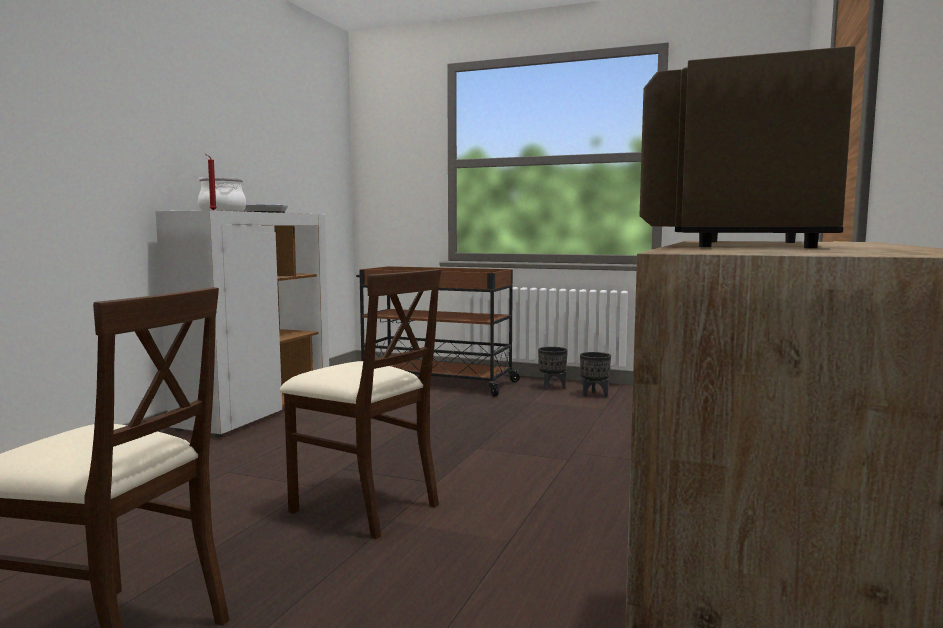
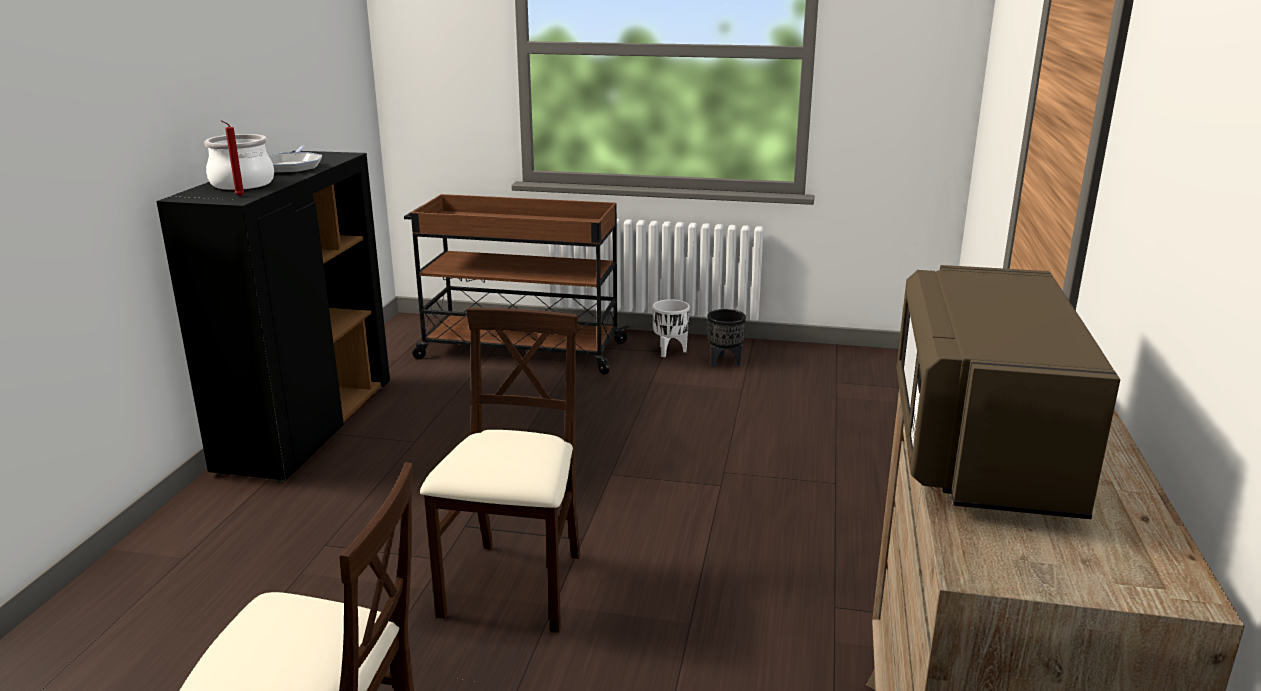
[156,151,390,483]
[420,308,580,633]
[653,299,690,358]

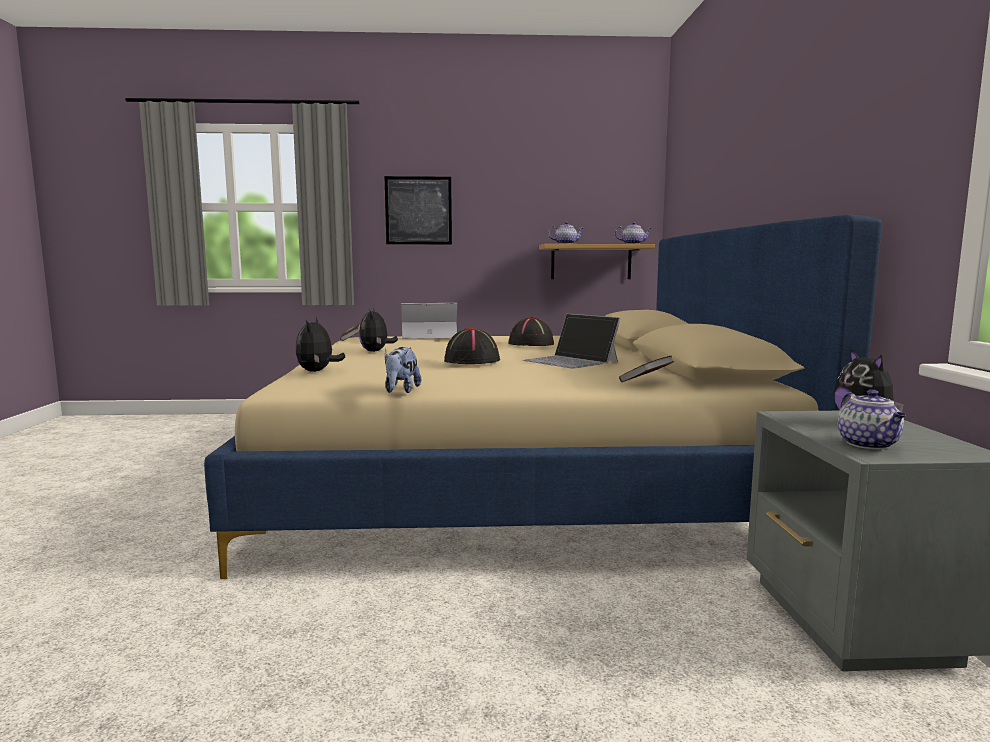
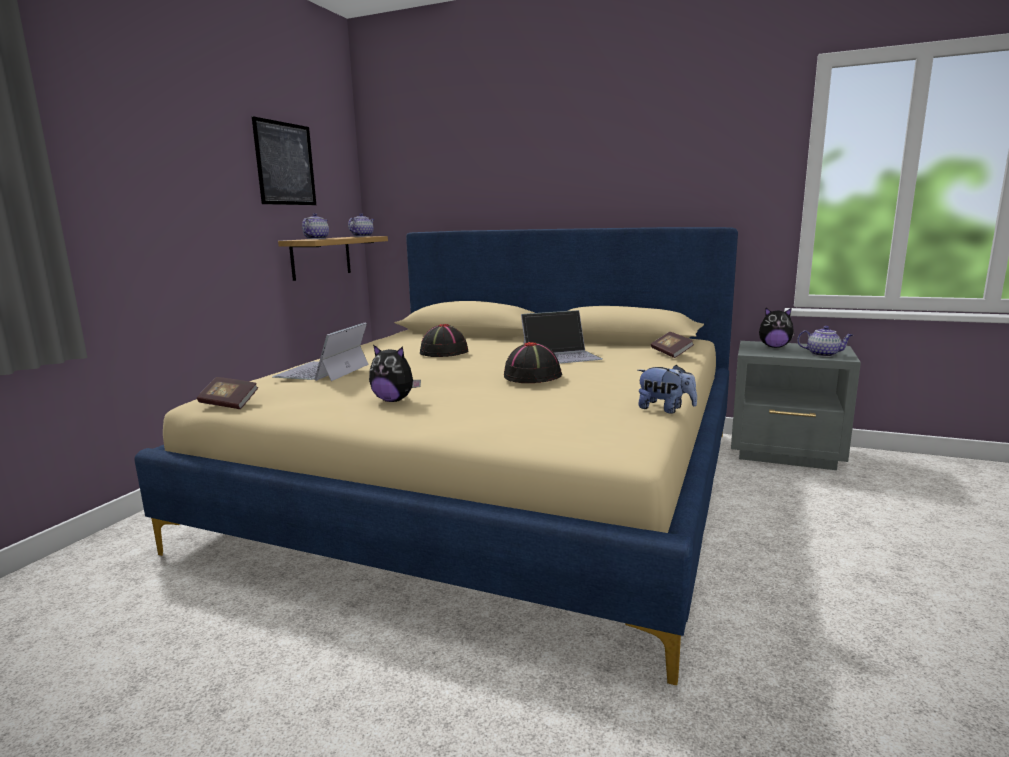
[252,116,316,205]
[295,318,345,372] (first image)

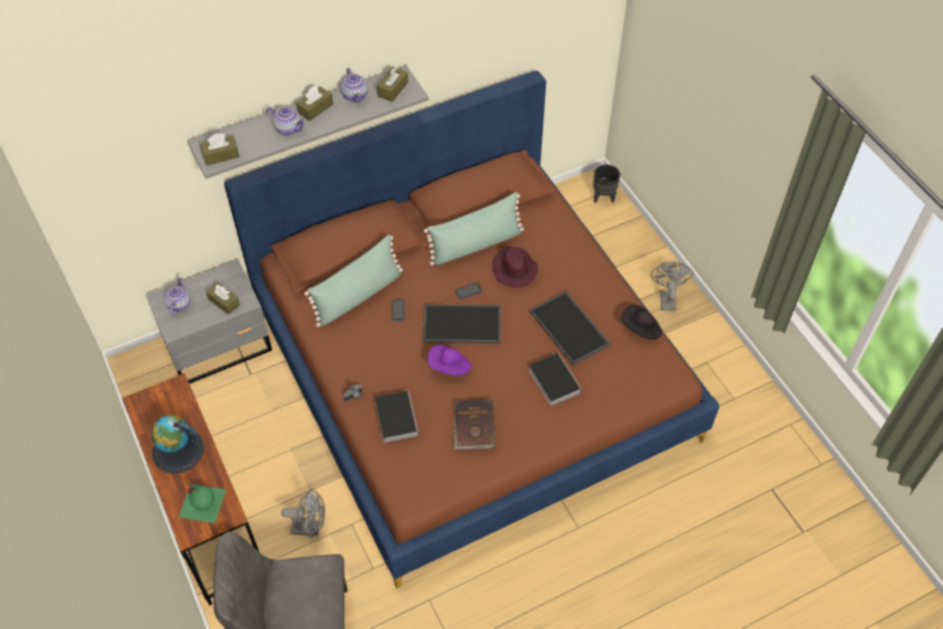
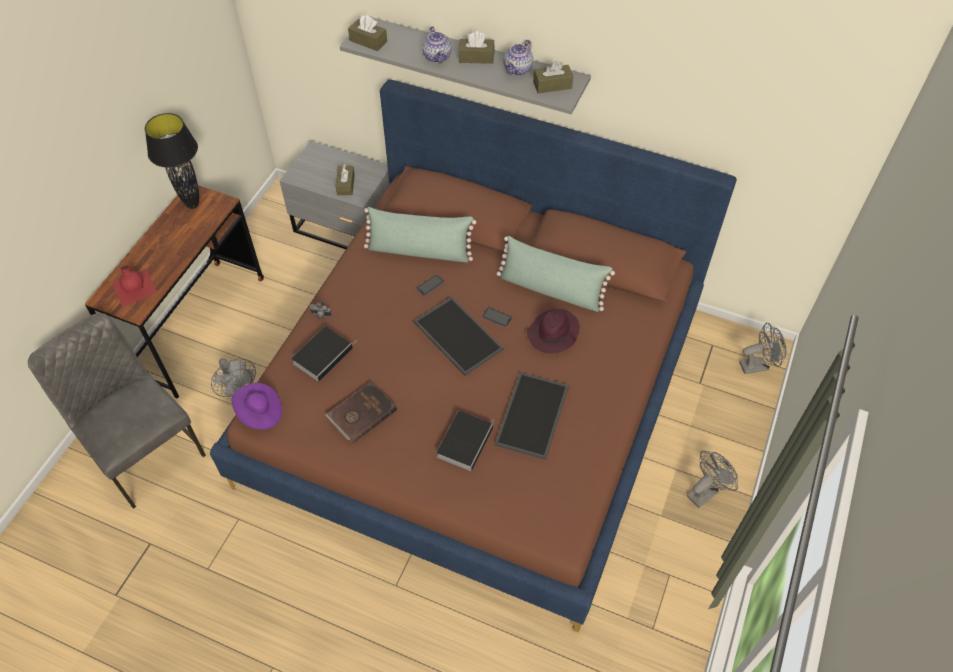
[112,265,157,307]
[145,113,199,209]
[231,383,282,429]
[739,323,786,374]
[151,415,204,474] (first image)
[164,277,191,316] (first image)
[621,305,662,340] (first image)

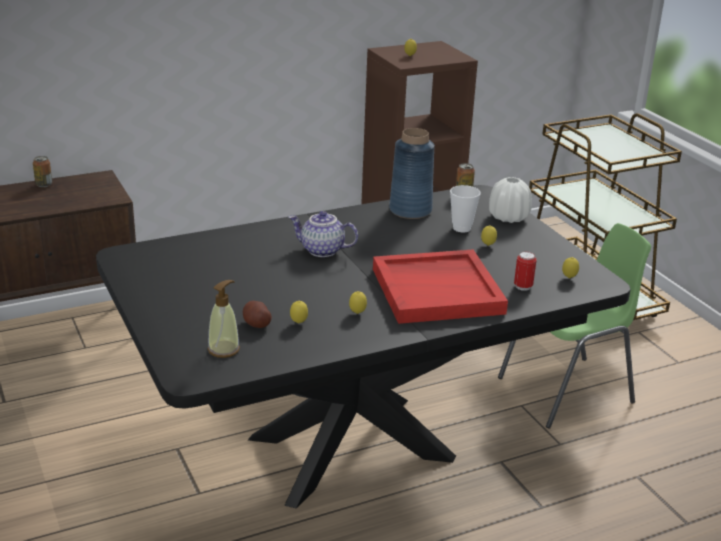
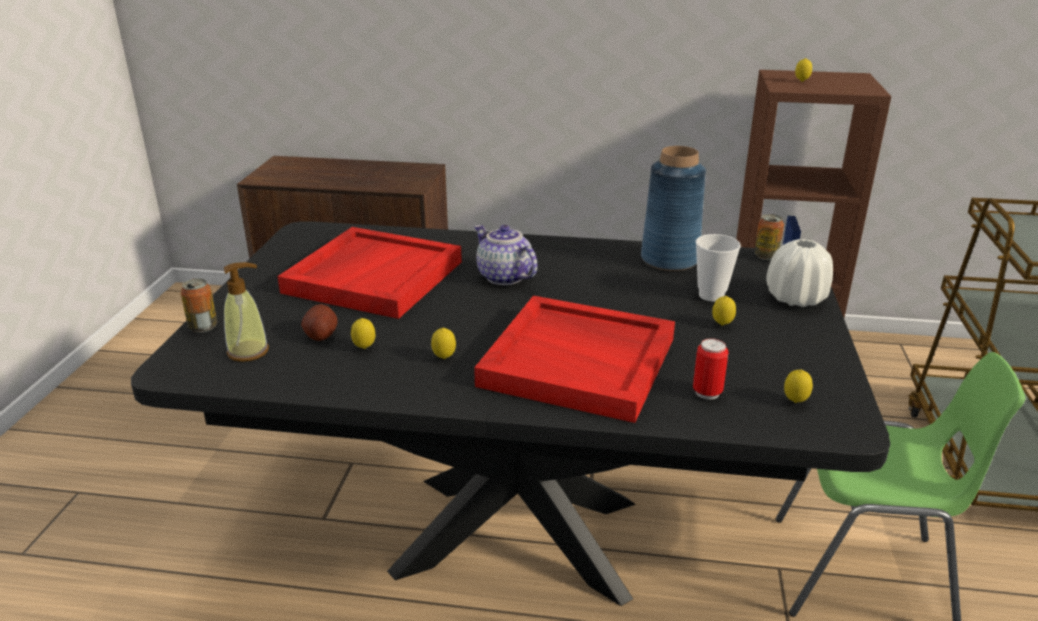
[180,278,217,333]
[277,227,462,319]

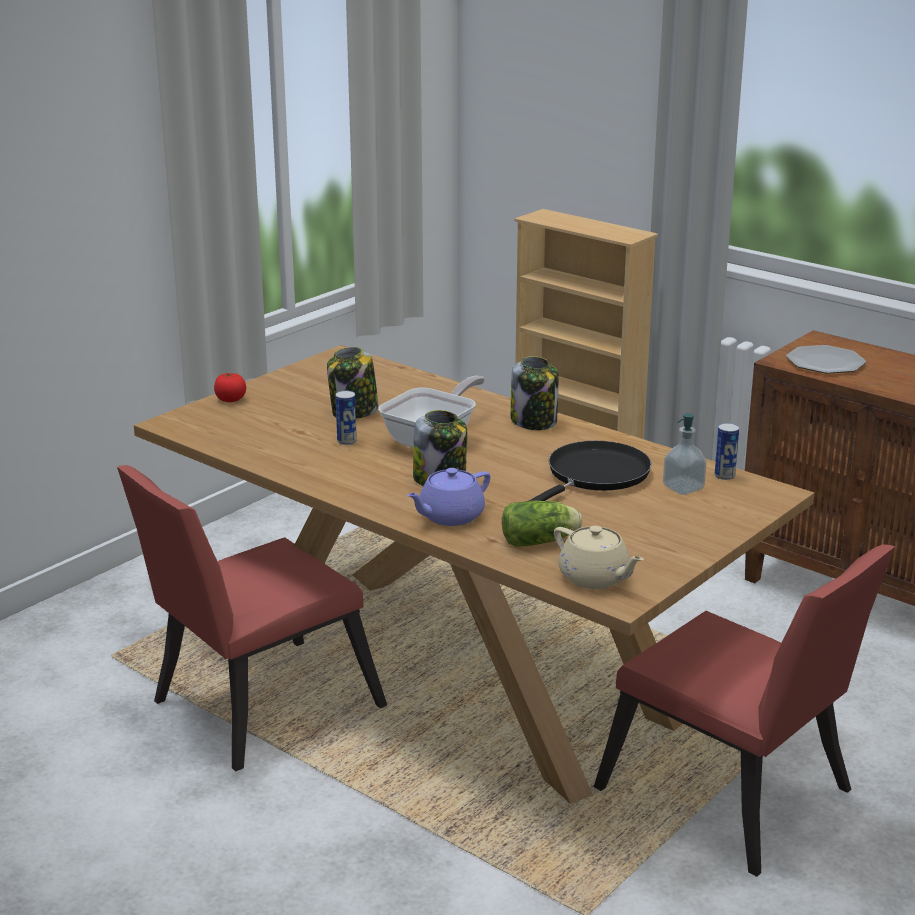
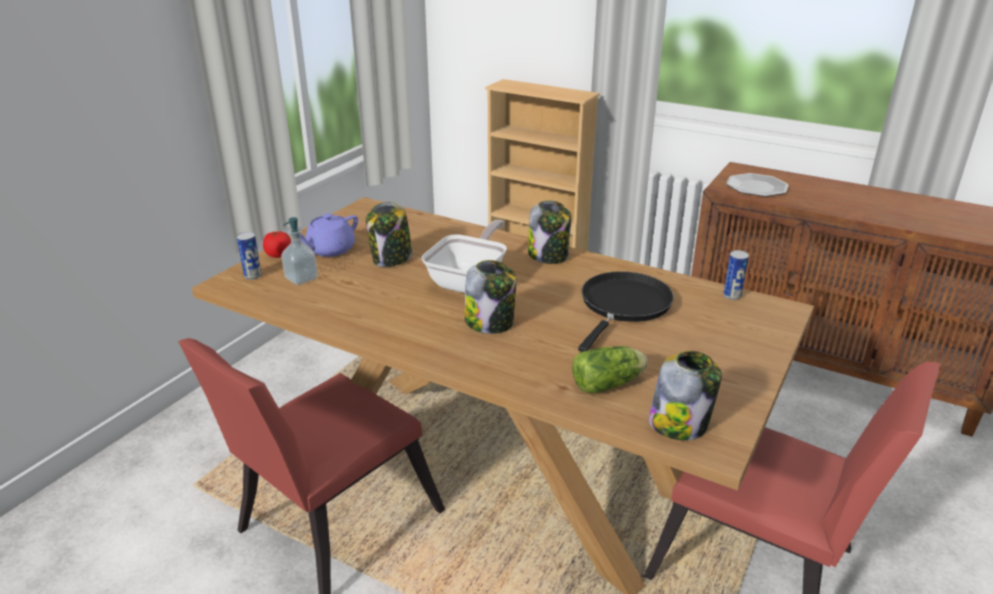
[237,232,262,280]
[281,217,318,285]
[300,214,358,257]
[649,351,722,440]

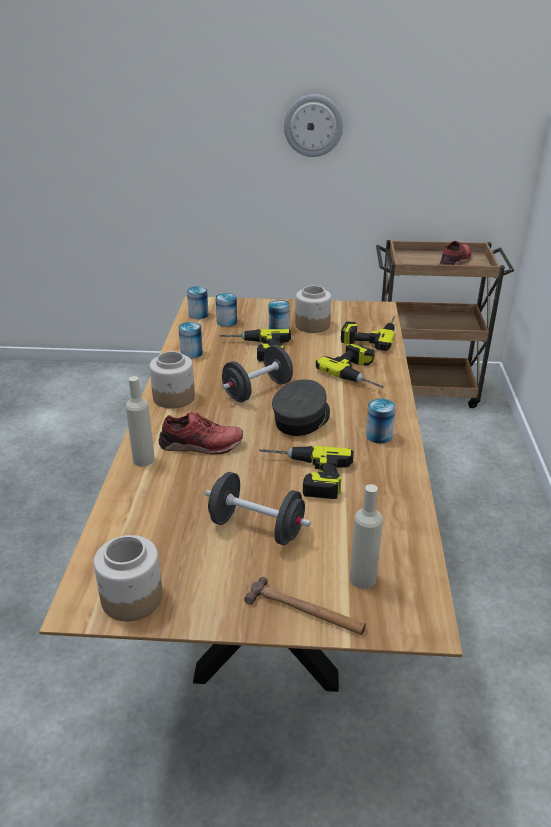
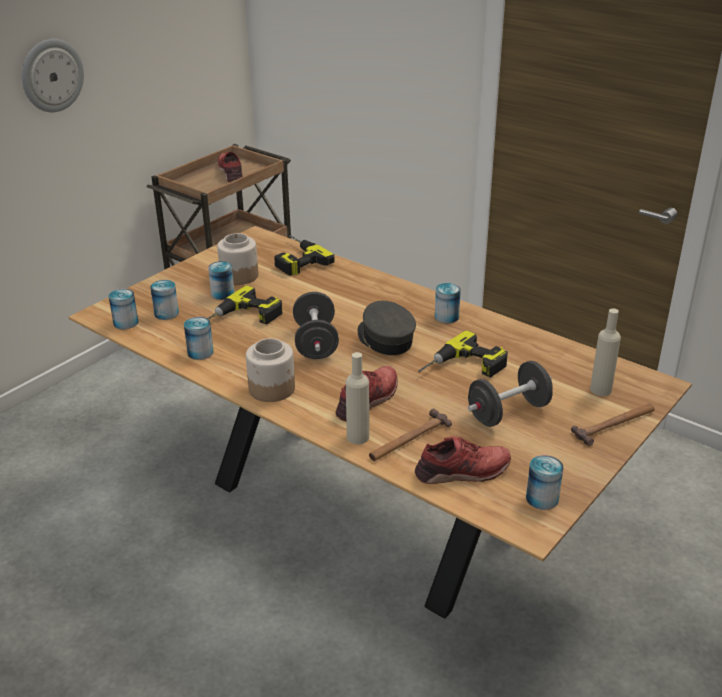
[369,408,452,461]
[415,437,511,484]
[526,455,563,510]
[316,343,383,388] (first image)

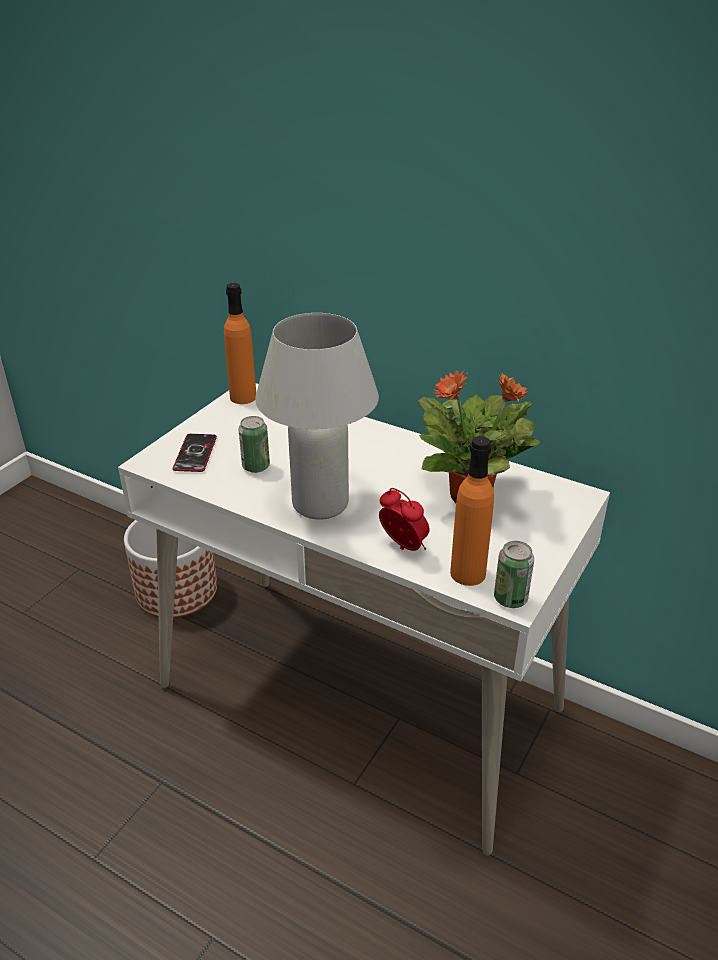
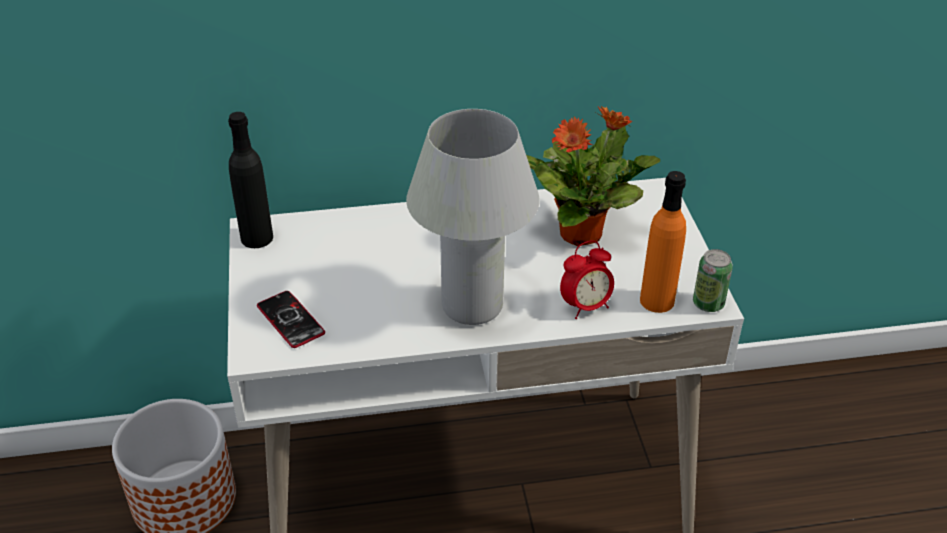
[228,112,273,248]
[560,240,614,319]
[238,416,270,473] (first image)

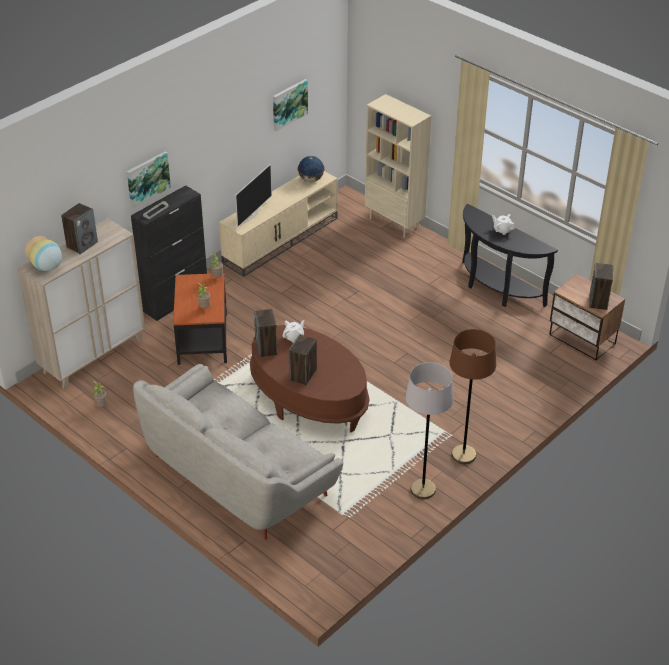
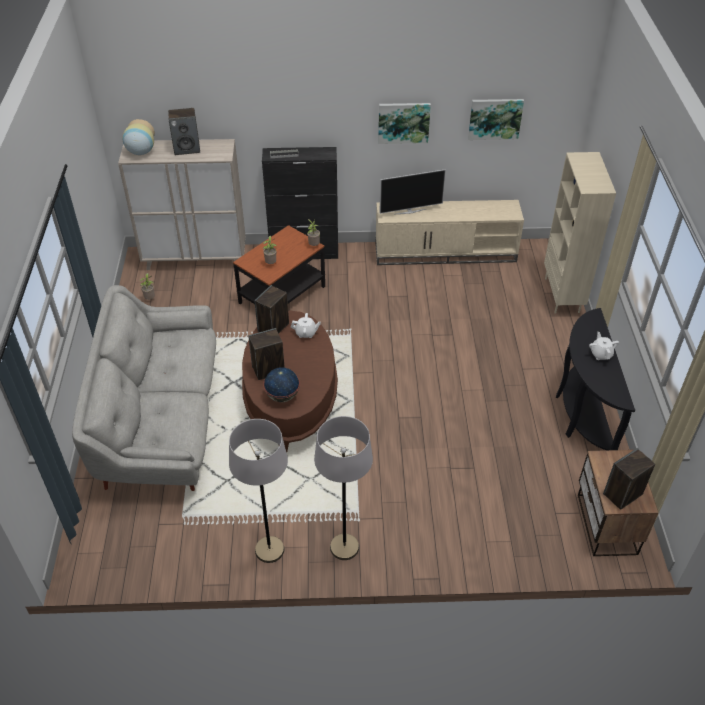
[263,367,300,402]
[314,416,373,560]
[378,103,431,144]

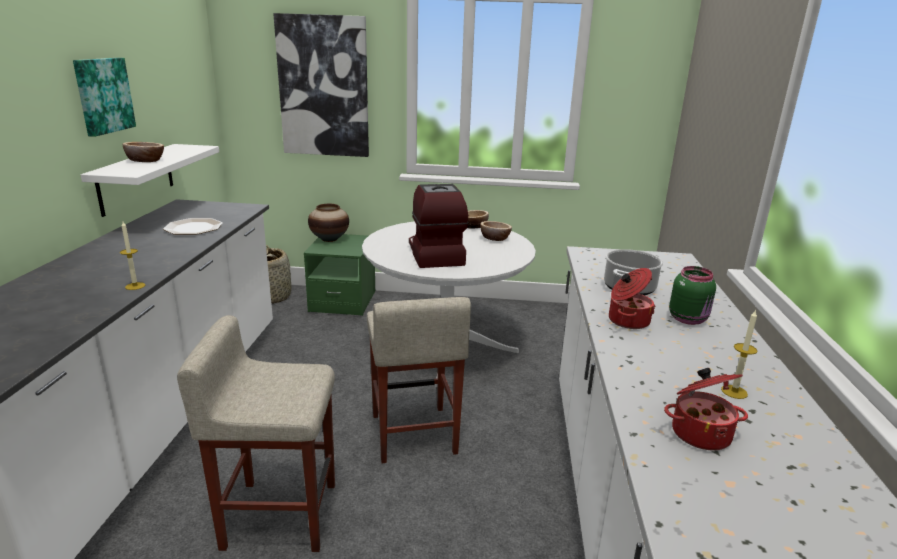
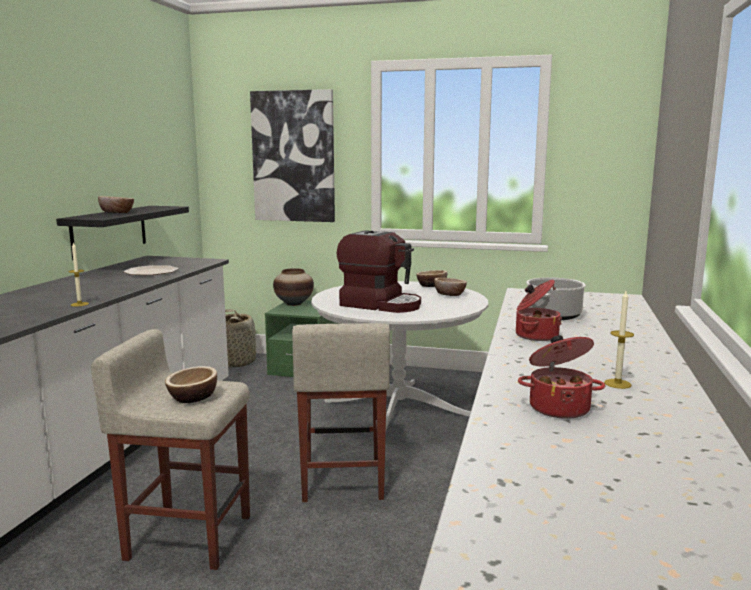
[56,206,189,260]
[165,366,217,403]
[337,230,421,313]
[73,58,136,137] (first image)
[669,266,716,325] (first image)

